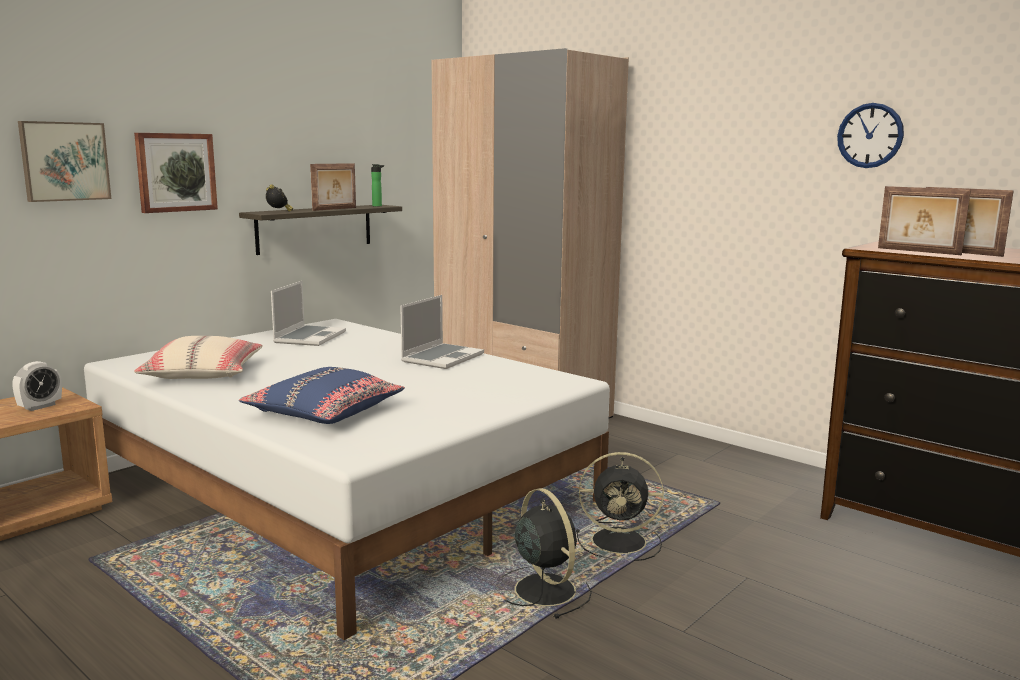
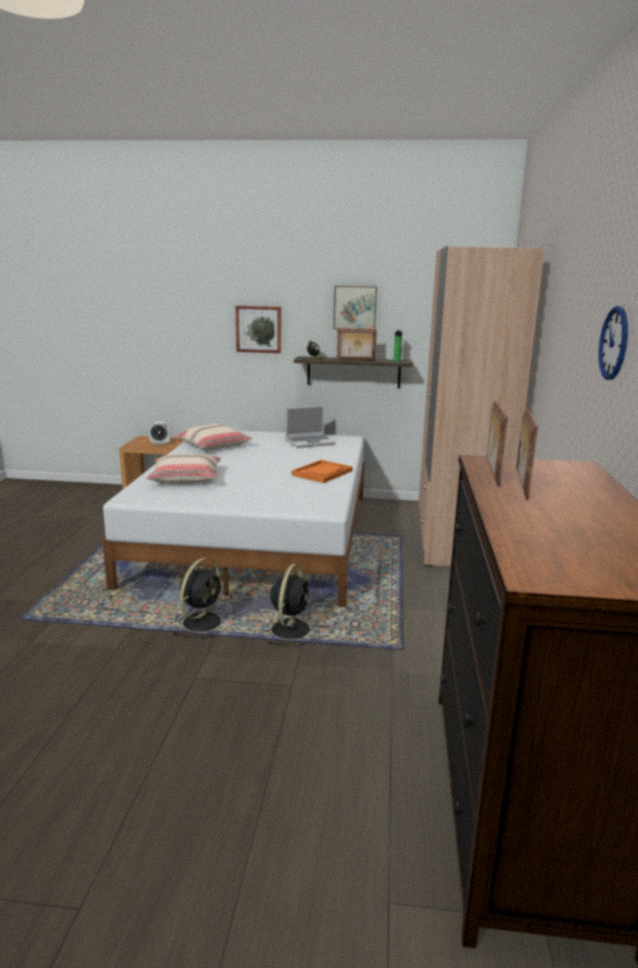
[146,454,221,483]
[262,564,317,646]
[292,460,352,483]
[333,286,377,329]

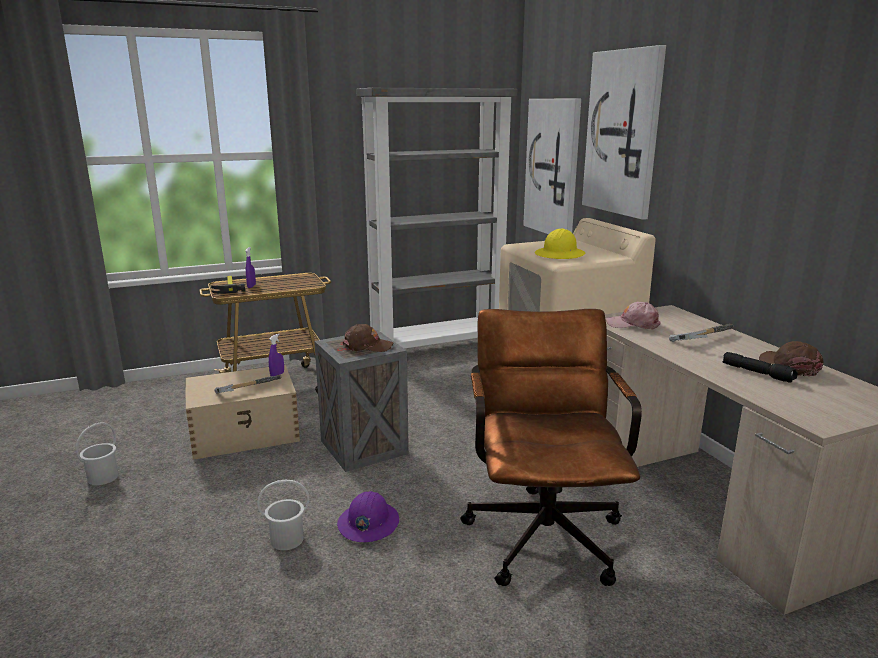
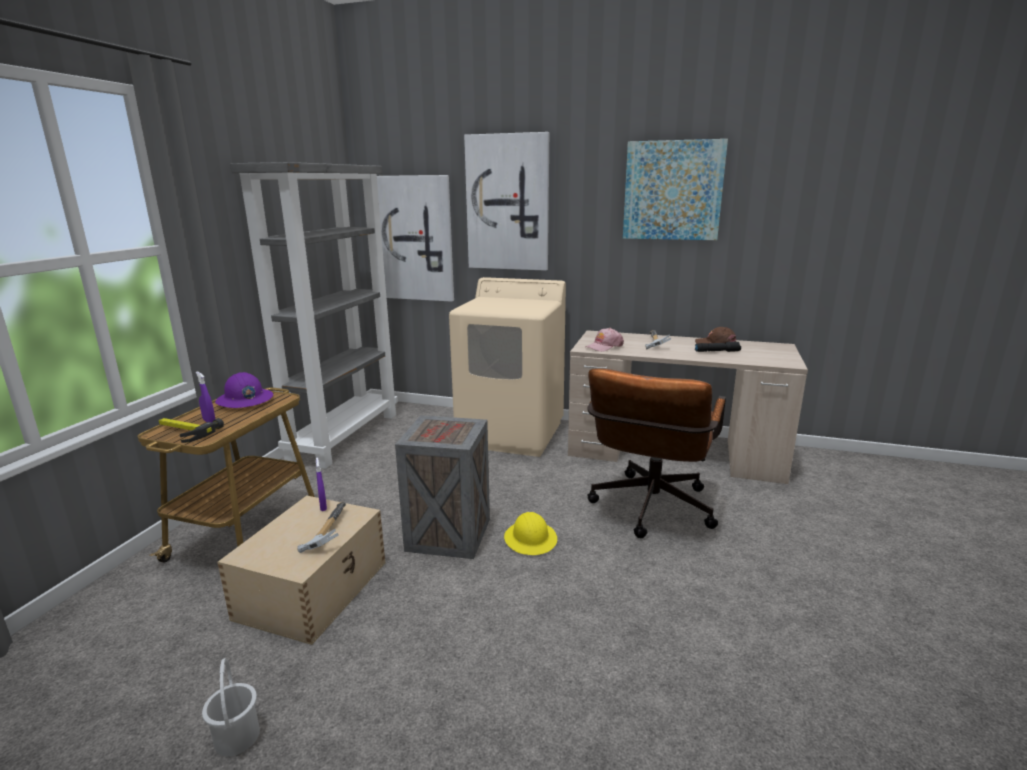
[215,372,273,408]
[504,512,557,555]
[587,368,726,538]
[623,139,728,240]
[257,480,309,550] (first image)
[343,324,393,352] (first image)

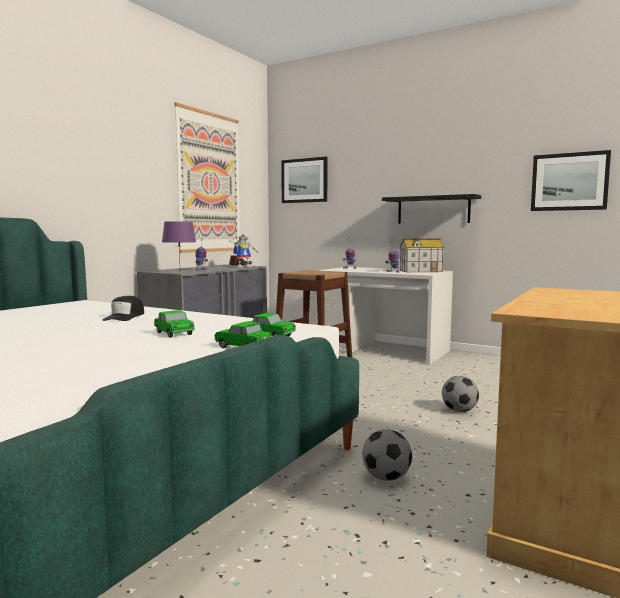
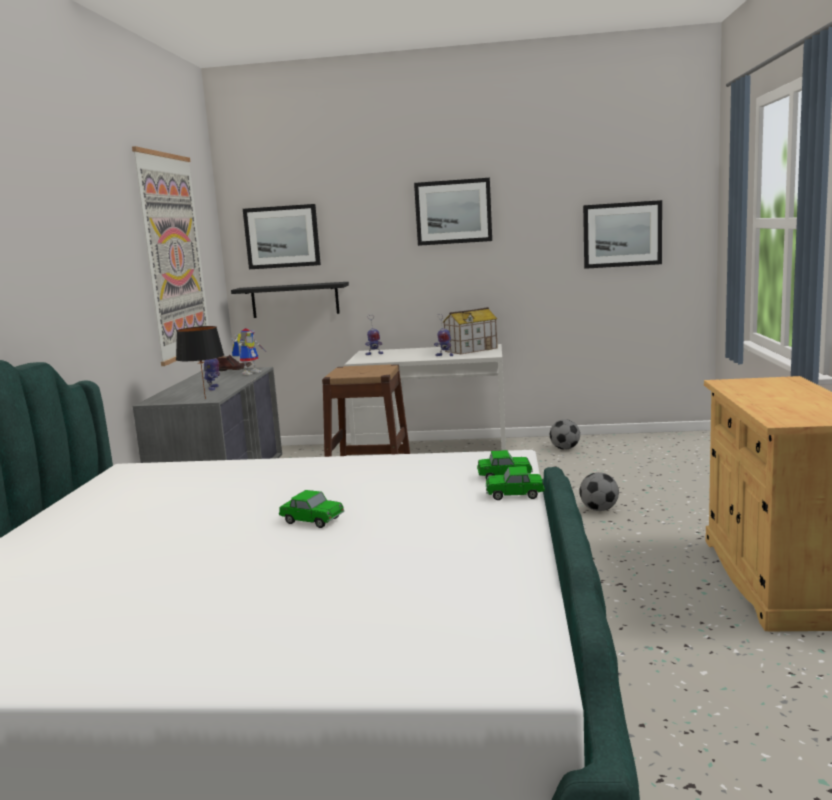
[176,326,224,399]
[231,282,349,318]
[279,490,344,528]
[414,178,492,246]
[550,419,580,450]
[102,296,144,321] (first image)

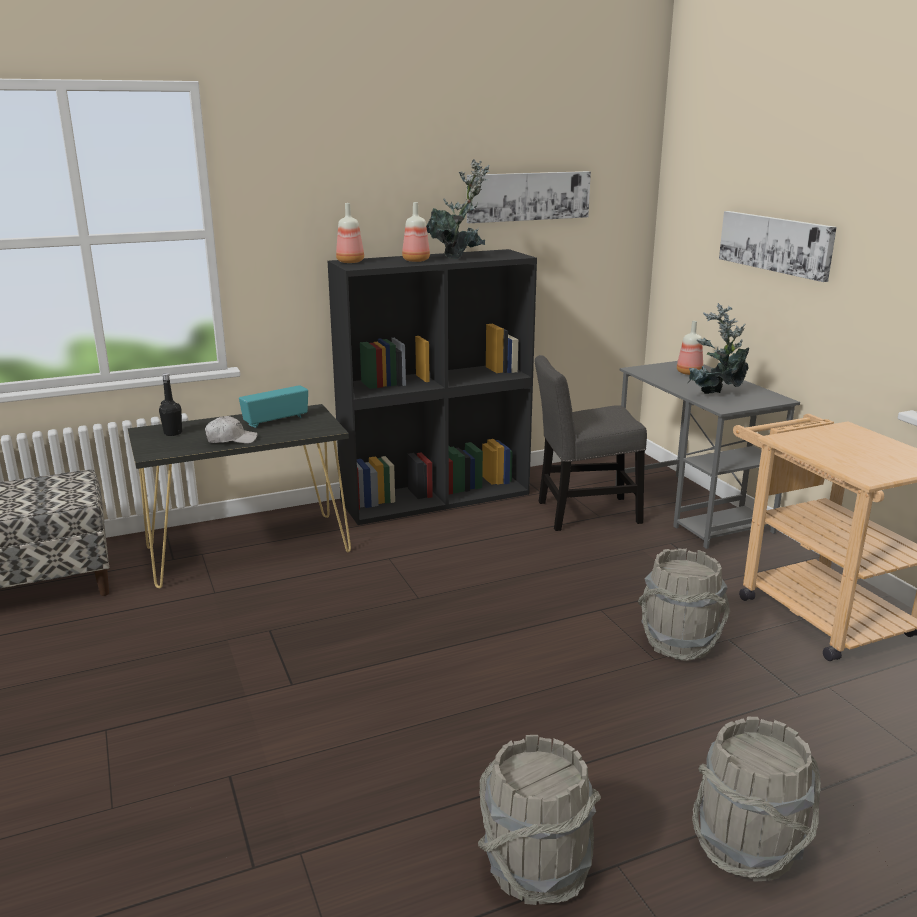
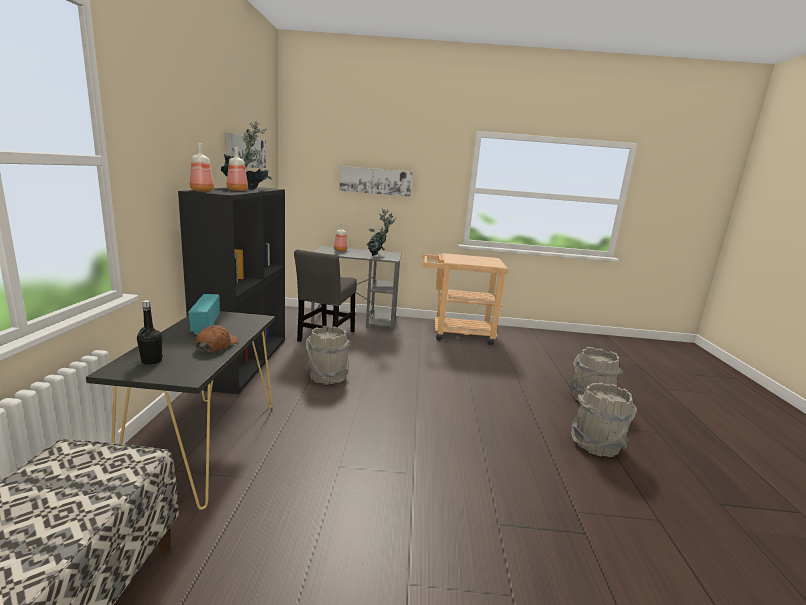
[196,325,239,352]
[305,326,351,385]

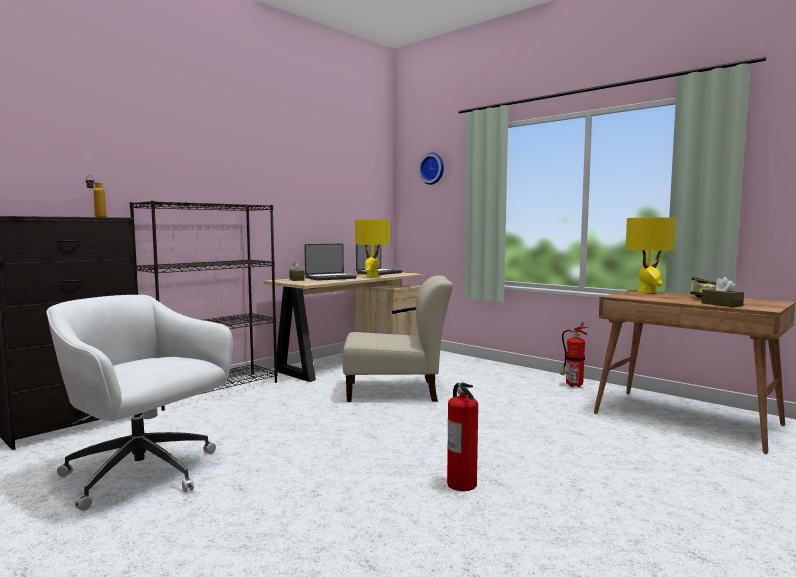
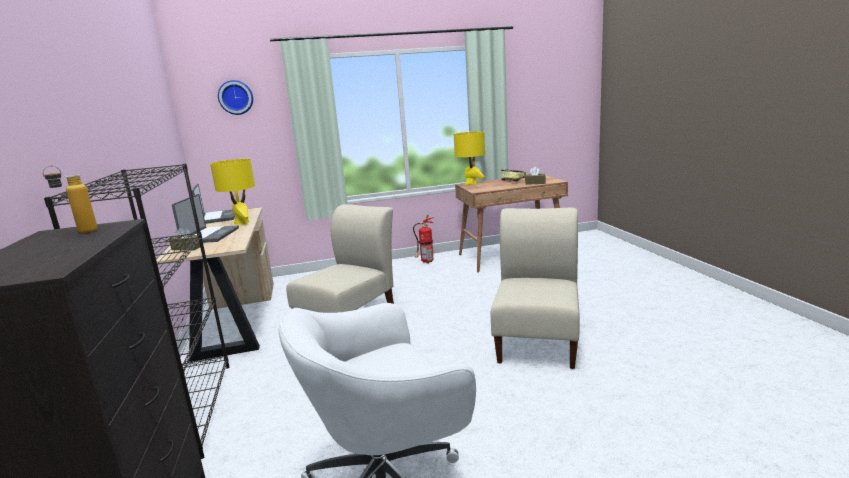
[491,208,580,369]

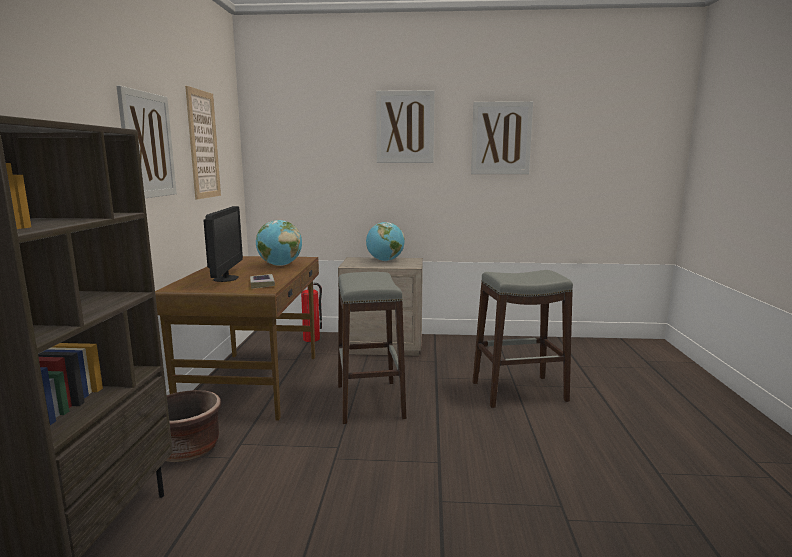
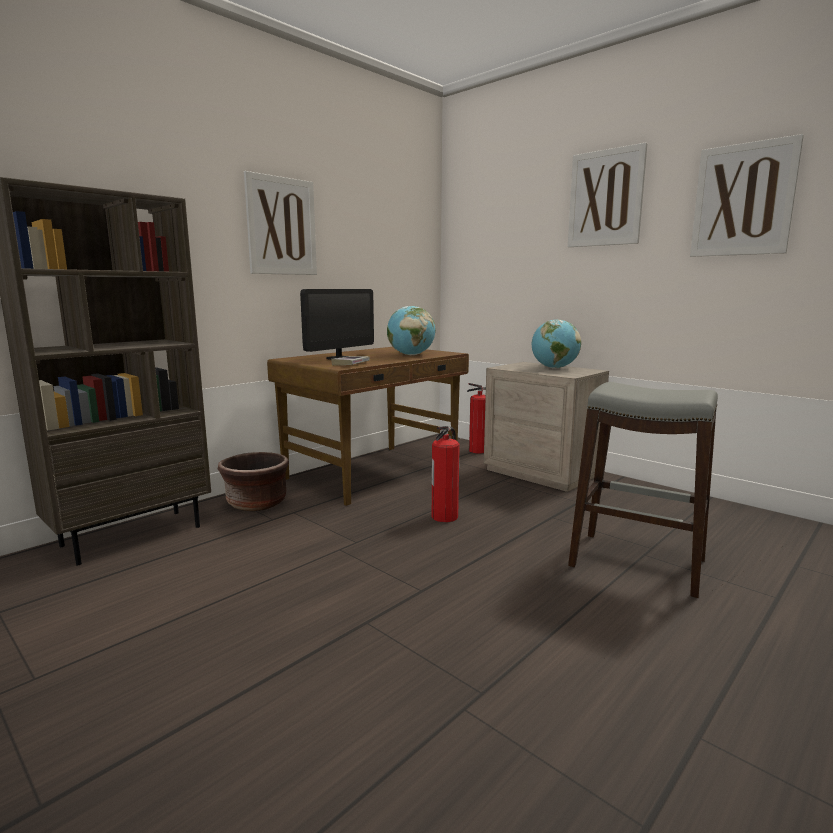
[432,426,460,522]
[185,86,221,200] (first image)

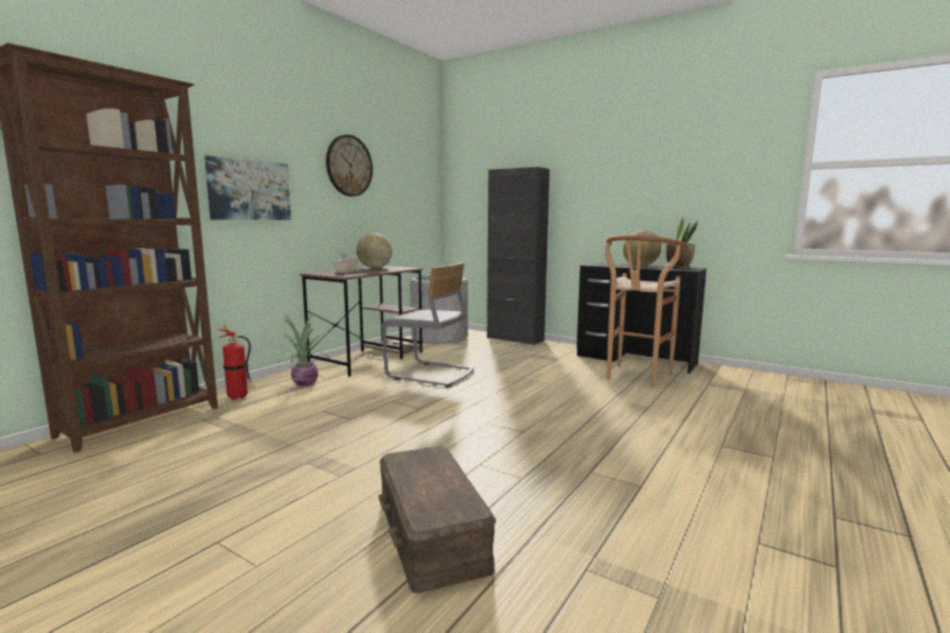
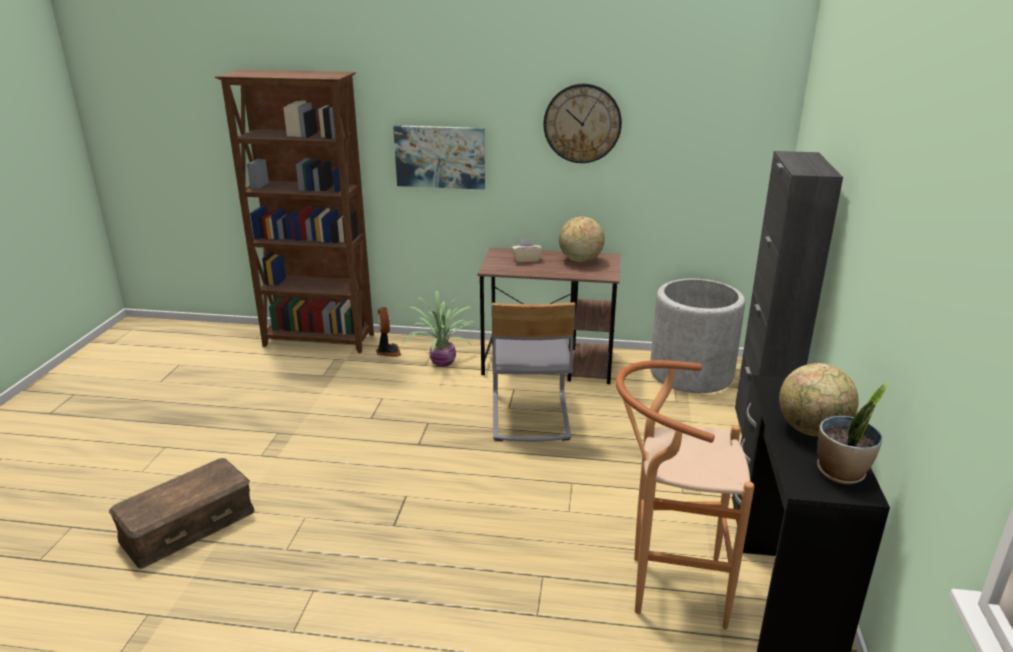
[376,307,401,357]

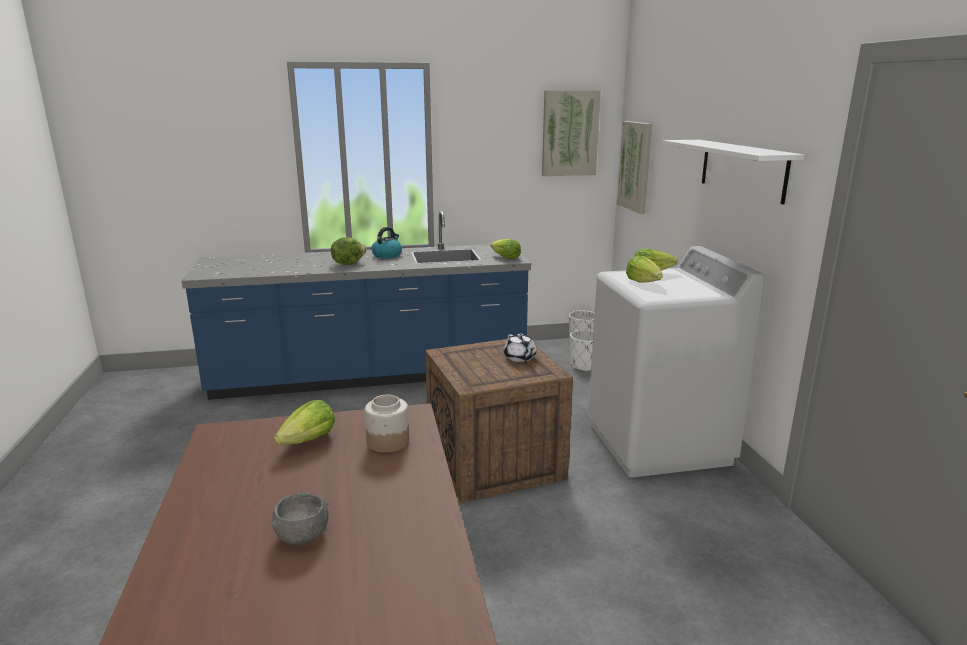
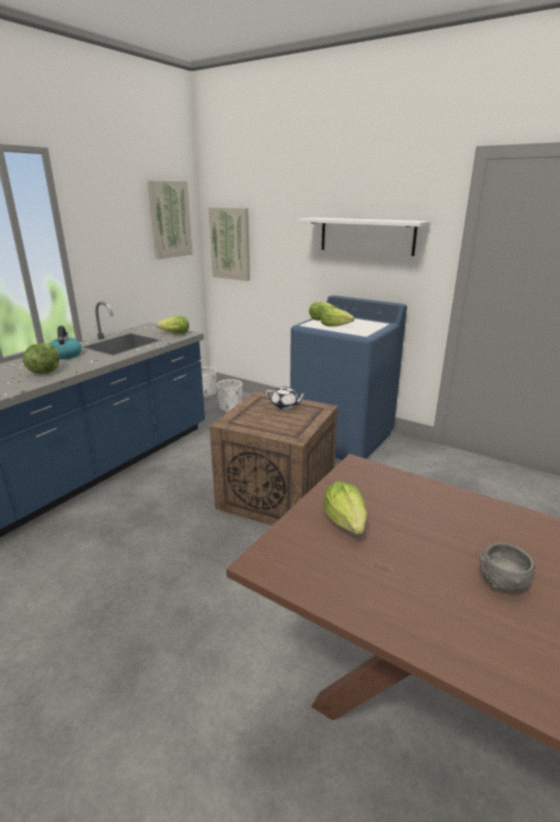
[290,295,407,460]
[365,395,409,453] (first image)

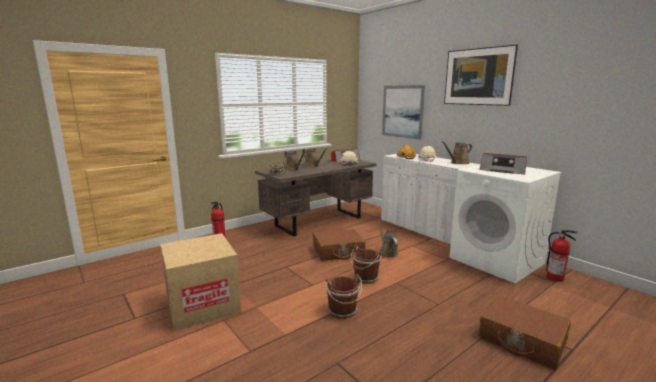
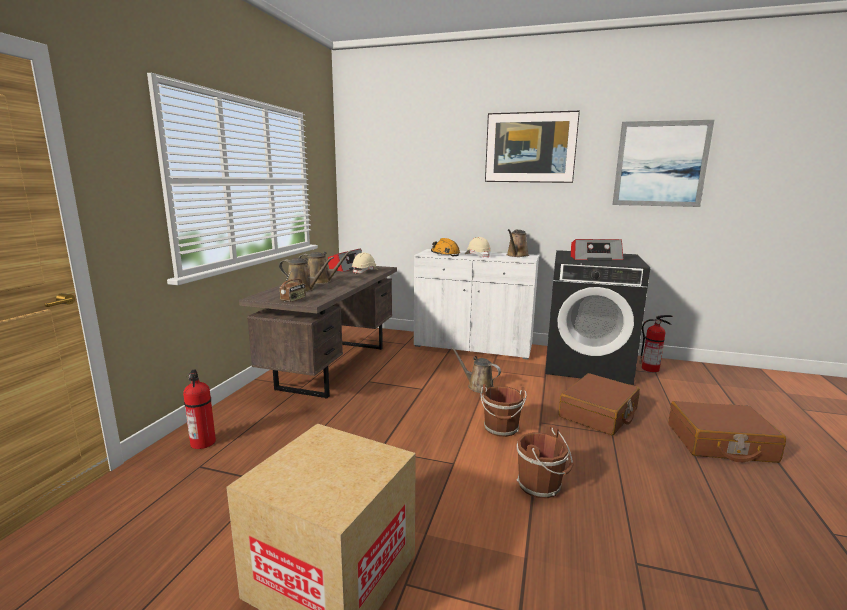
[545,250,650,385]
[559,373,640,435]
[612,120,714,207]

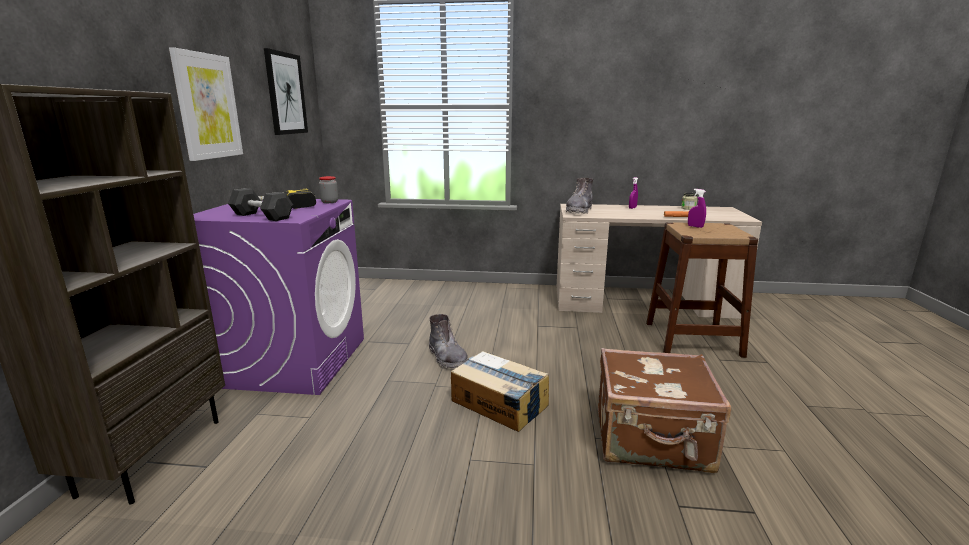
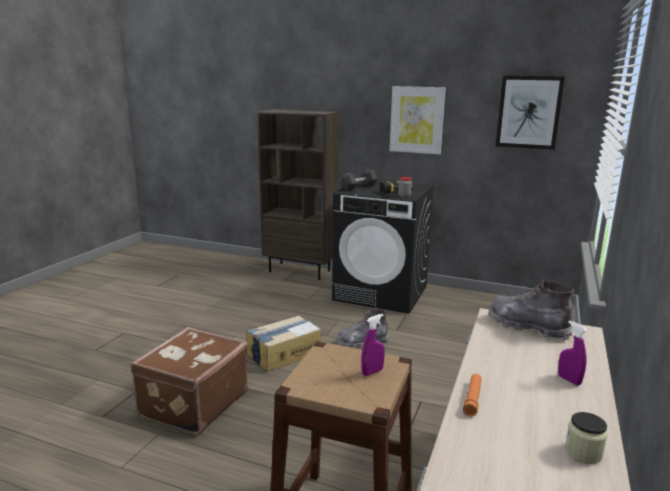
[332,180,434,314]

